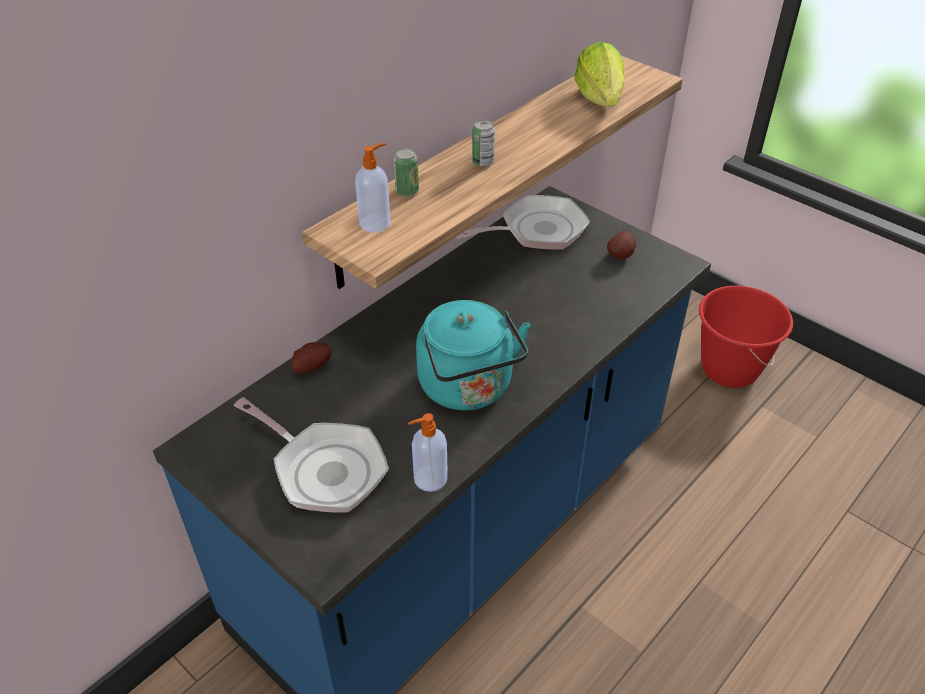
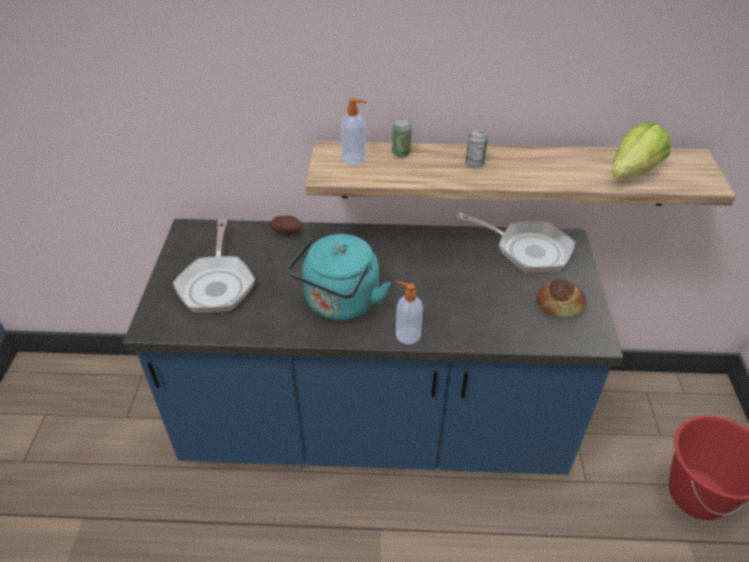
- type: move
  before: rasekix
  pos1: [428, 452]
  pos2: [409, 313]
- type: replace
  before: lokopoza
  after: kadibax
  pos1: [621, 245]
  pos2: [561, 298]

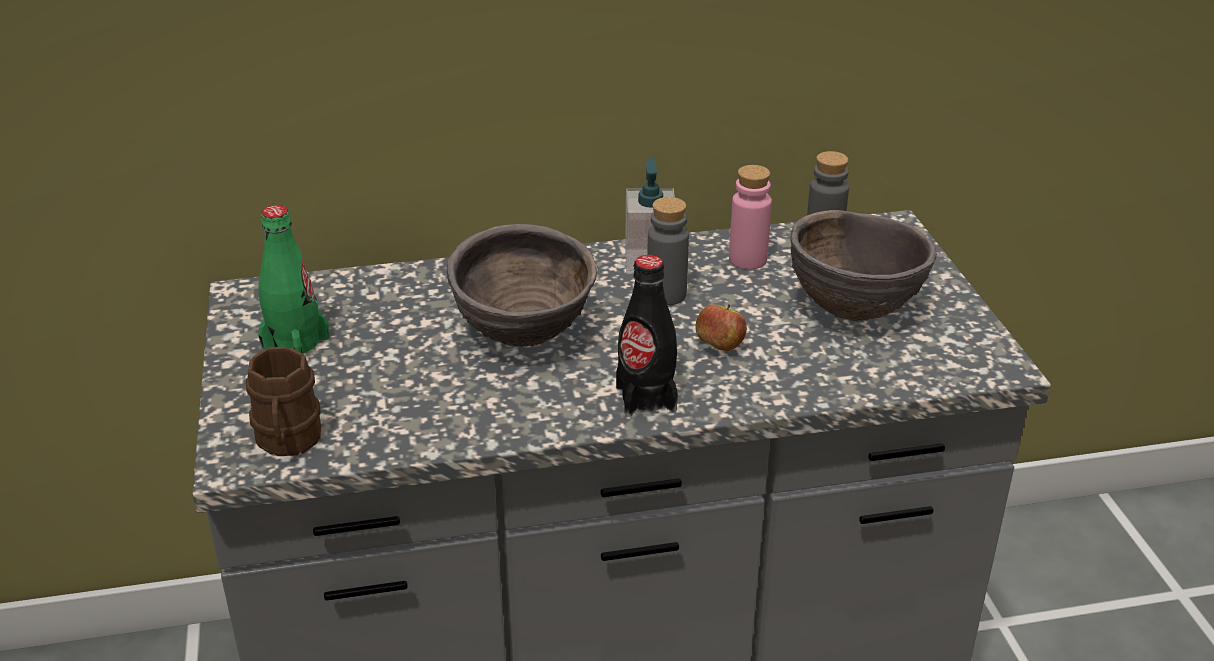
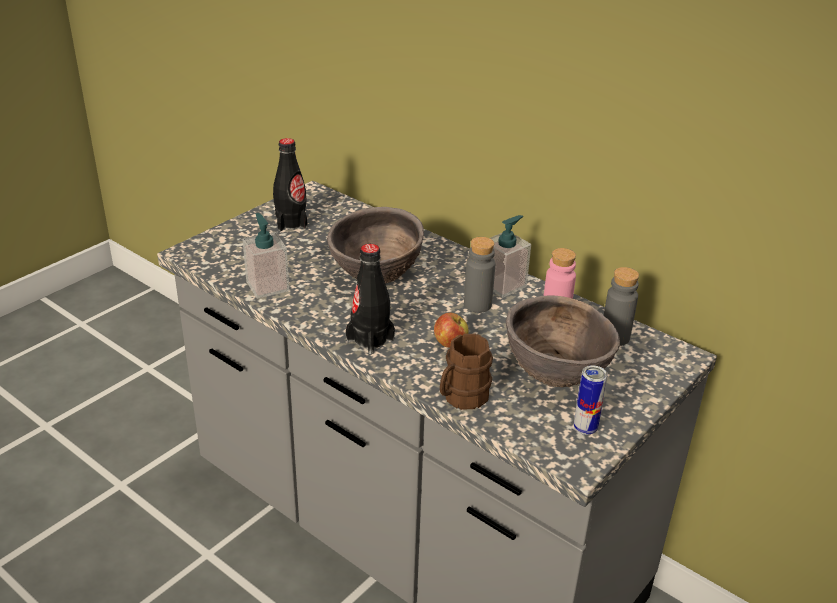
- type: move
  before: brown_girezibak
  pos1: [283, 401]
  pos2: [466, 372]
- type: recolor
  before: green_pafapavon
  after: black_pafapavon
  pos1: [293, 279]
  pos2: [290, 184]
- type: insert
  after: rasekix
  pos2: [265, 256]
- type: insert
  after: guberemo
  pos2: [591, 400]

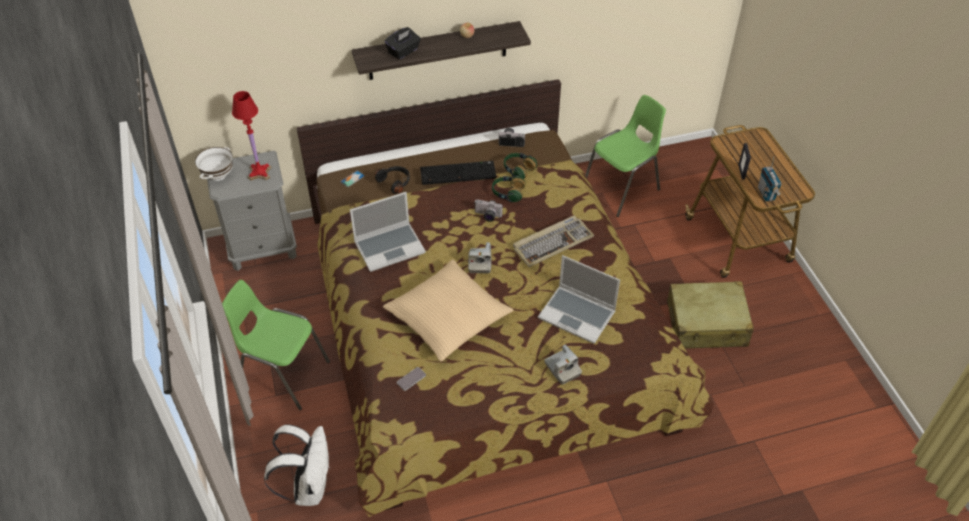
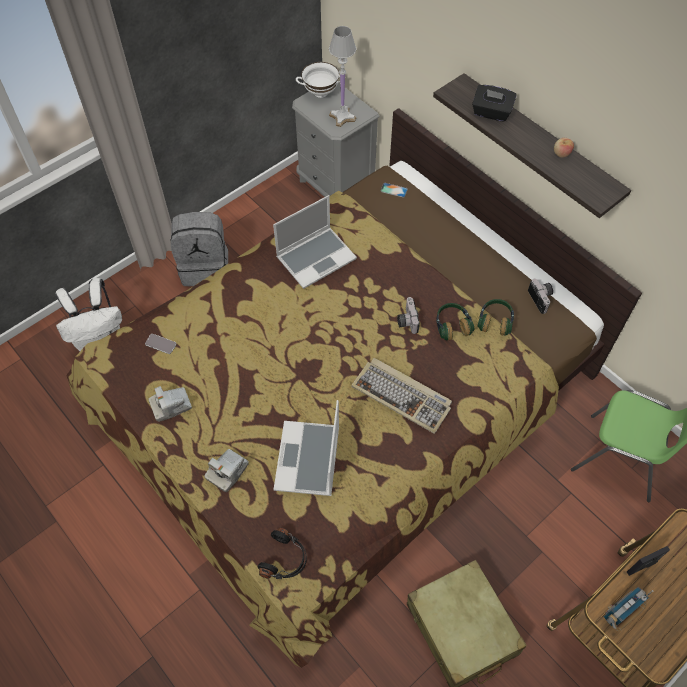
- type: replace
  before: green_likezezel
  after: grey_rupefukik
  pos1: [276, 345]
  pos2: [199, 249]
- type: recolor
  before: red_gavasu
  after: white_gavasu
  pos1: [252, 136]
  pos2: [342, 76]
- type: rotate
  before: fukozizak
  pos1: [388, 232]
  pos2: [315, 242]
  turn: -75
- type: move
  before: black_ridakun
  pos1: [392, 180]
  pos2: [282, 553]
- type: delete
  before: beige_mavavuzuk
  pos1: [448, 310]
- type: delete
  before: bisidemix
  pos1: [458, 173]
- type: move
  before: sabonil
  pos1: [480, 257]
  pos2: [170, 404]

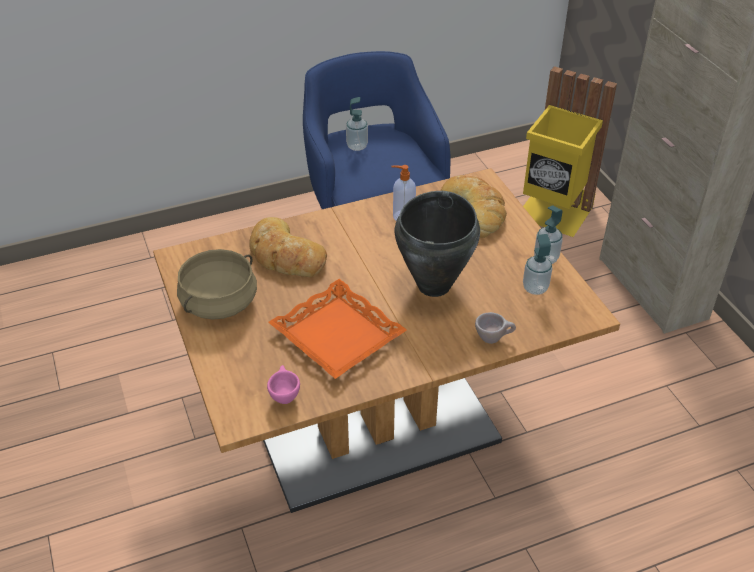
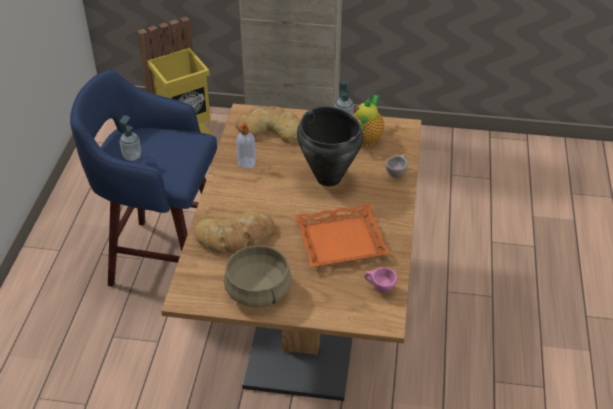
- type: replace
  before: rasekix
  after: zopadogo
  pos1: [537, 264]
  pos2: [368, 120]

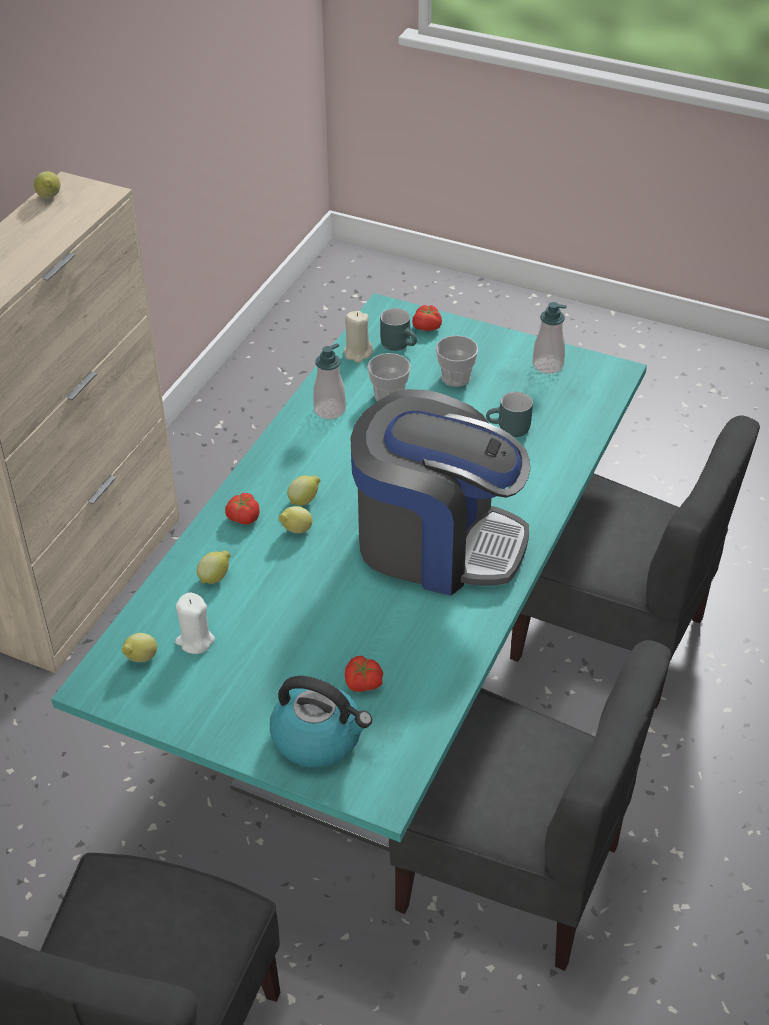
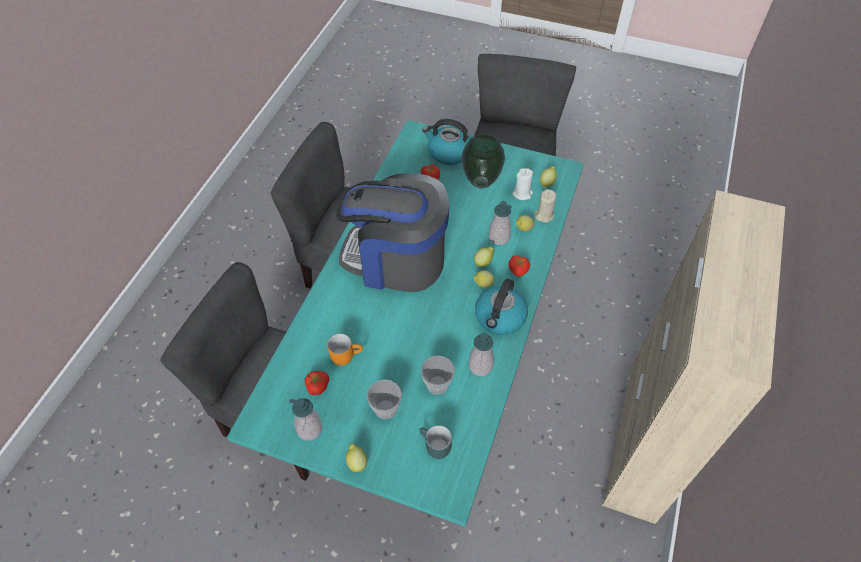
- type: move
  before: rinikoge
  pos1: [47, 184]
  pos2: [356, 457]
- type: move
  before: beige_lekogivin
  pos1: [358, 337]
  pos2: [545, 206]
- type: move
  before: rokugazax
  pos1: [427, 318]
  pos2: [317, 383]
- type: recolor
  before: turquoise_girezibak
  after: orange_girezibak
  pos1: [509, 414]
  pos2: [345, 350]
- type: insert
  after: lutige
  pos2: [483, 161]
- type: insert
  after: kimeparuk
  pos2: [501, 307]
- type: insert
  after: rasekix
  pos2: [500, 223]

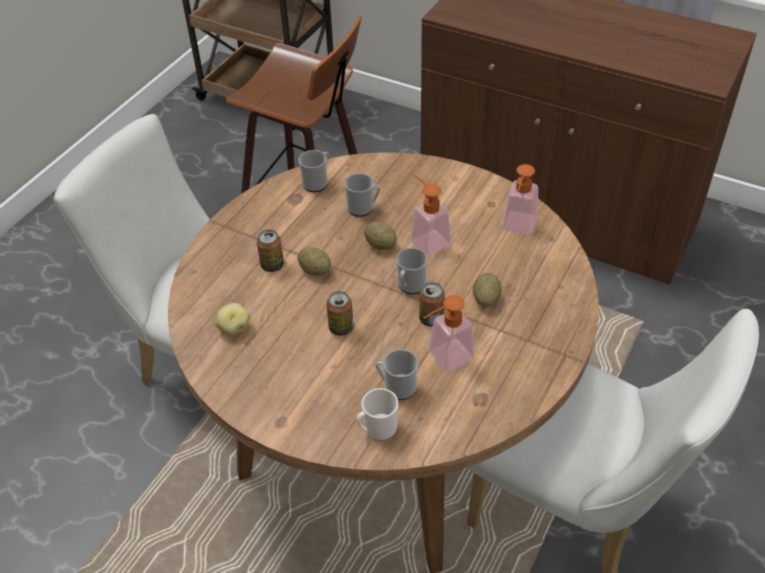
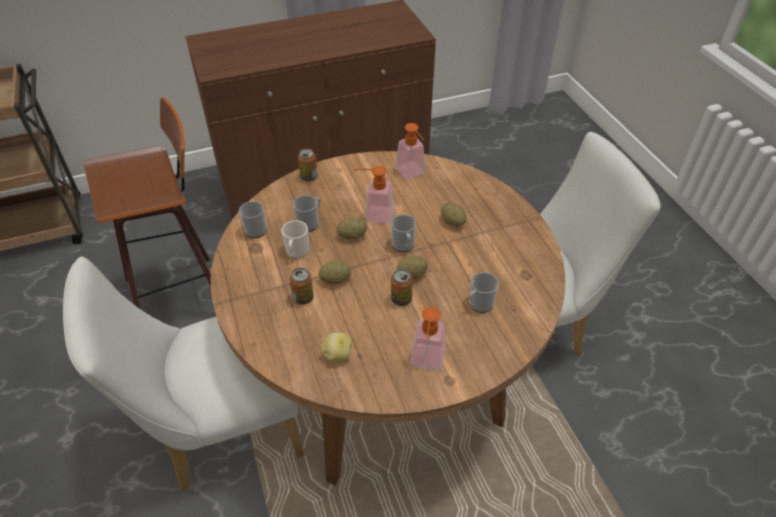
- type: move
  before: girezibak
  pos1: [377, 414]
  pos2: [295, 239]
- type: move
  before: guberemo
  pos1: [432, 304]
  pos2: [308, 165]
- type: move
  before: rasekix
  pos1: [448, 333]
  pos2: [428, 338]
- type: insert
  after: lokopoza
  pos2: [412, 267]

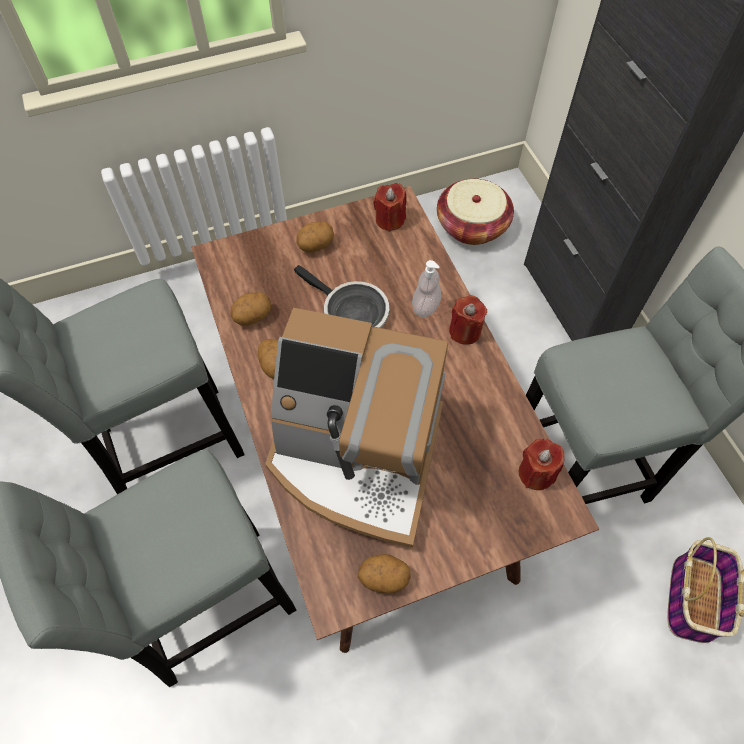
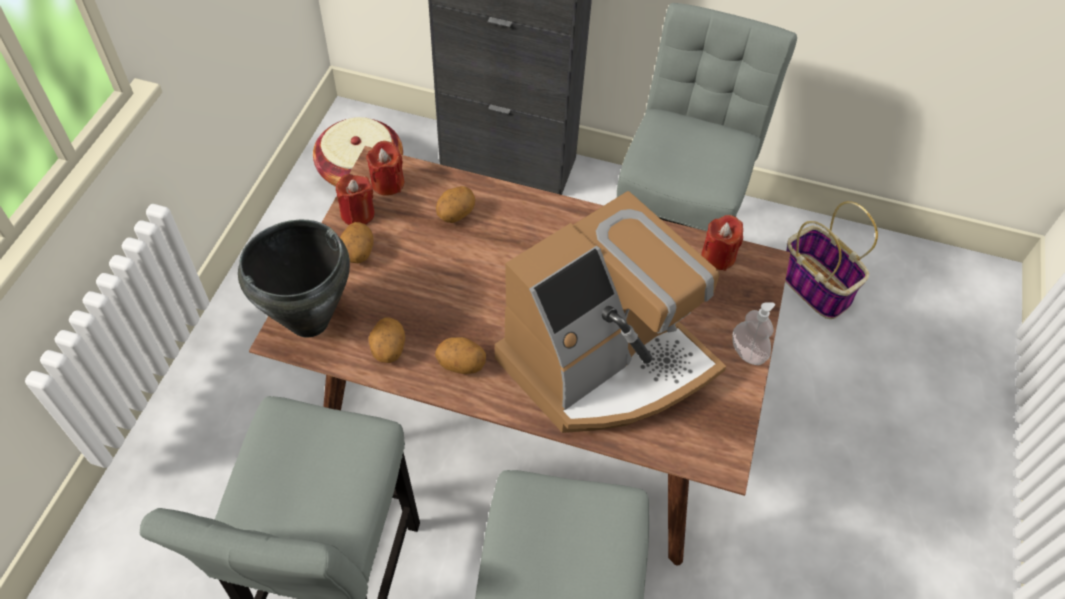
- type: delete
  before: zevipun
  pos1: [341, 296]
- type: move
  before: lokopoza
  pos1: [384, 574]
  pos2: [455, 204]
- type: move
  before: rasekix
  pos1: [426, 288]
  pos2: [754, 333]
- type: move
  before: red_lekogivin
  pos1: [468, 320]
  pos2: [355, 199]
- type: insert
  after: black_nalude
  pos2: [294, 278]

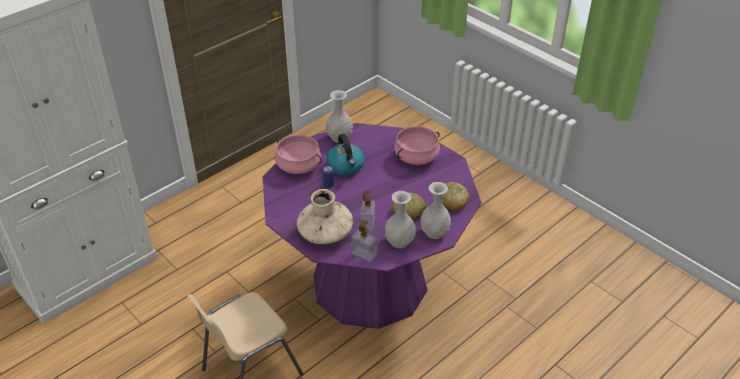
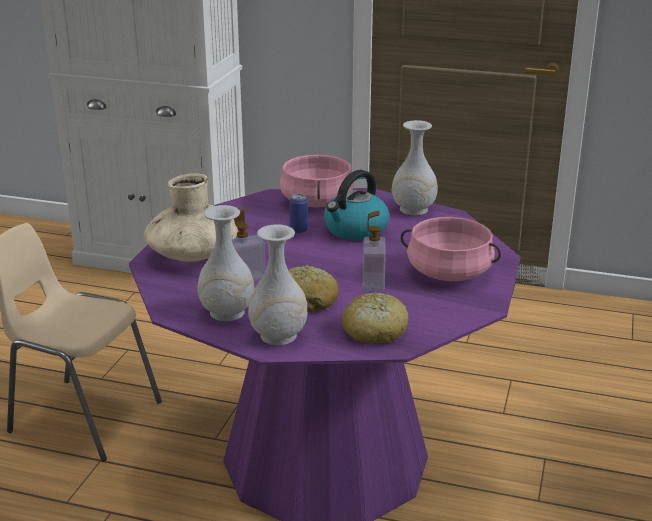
- type: move
  before: rasekix
  pos1: [364, 241]
  pos2: [374, 251]

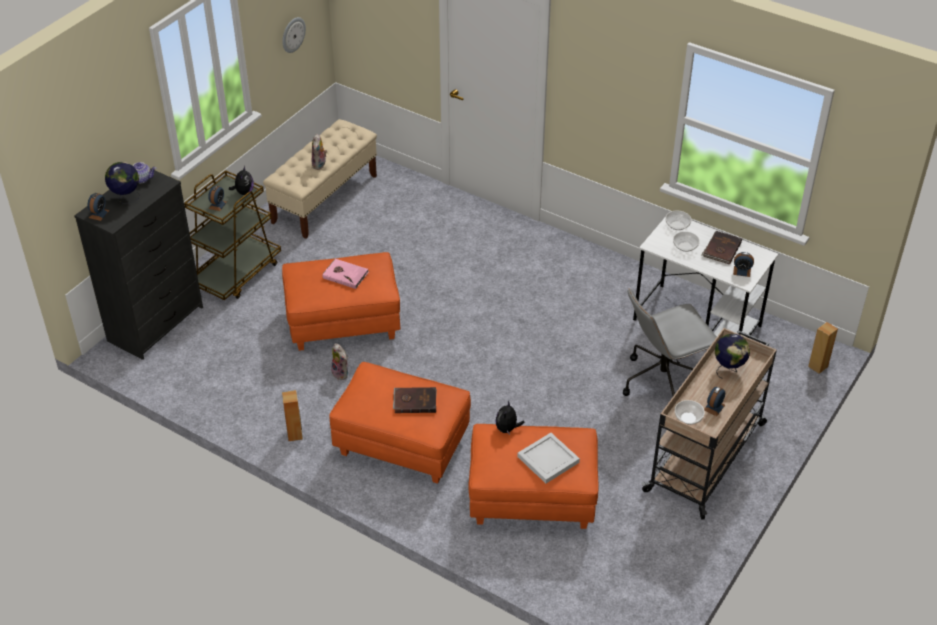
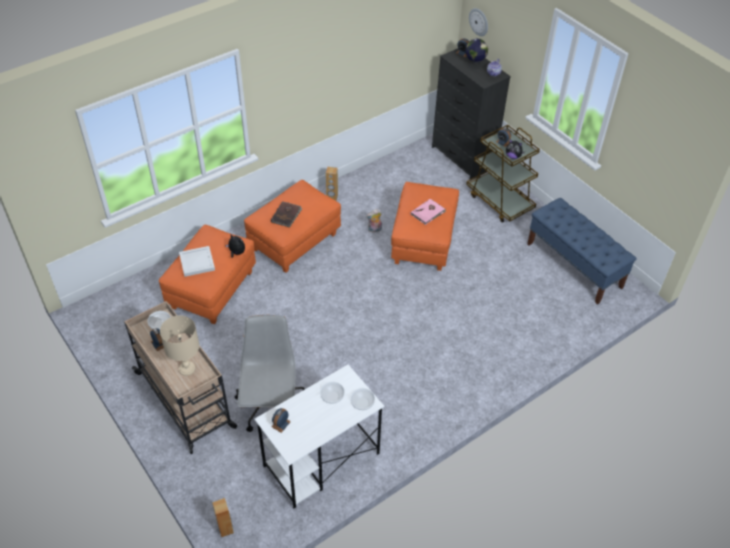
- type: recolor
  before: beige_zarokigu
  after: blue_zarokigu
  pos1: [320, 179]
  pos2: [582, 251]
- type: move
  before: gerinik
  pos1: [294, 35]
  pos2: [478, 22]
- type: delete
  before: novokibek
  pos1: [319, 152]
- type: delete
  before: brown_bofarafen
  pos1: [721, 248]
- type: replace
  before: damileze
  after: beige_gavasu
  pos1: [732, 356]
  pos2: [179, 345]

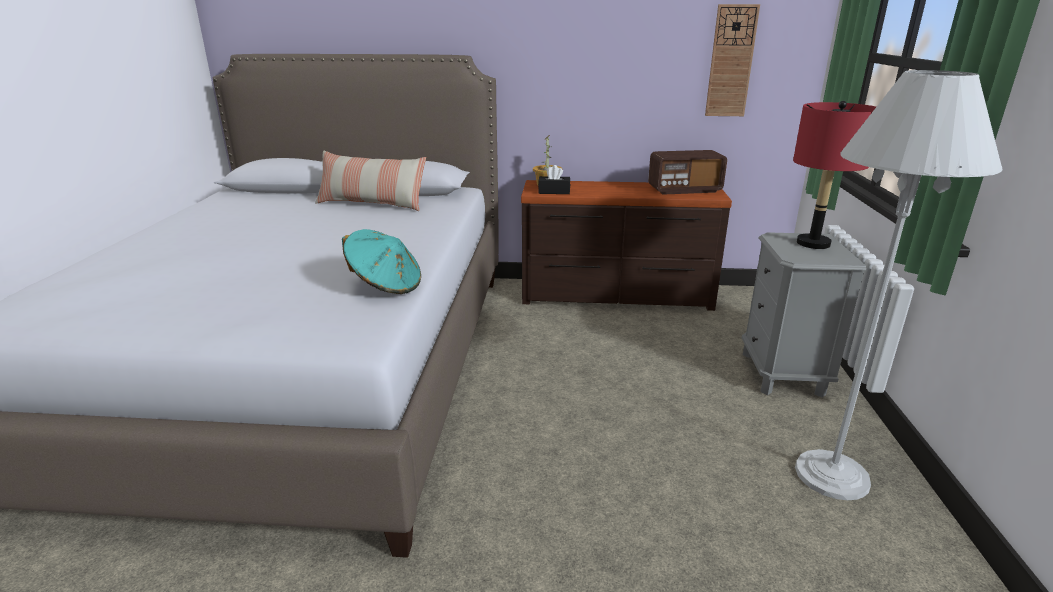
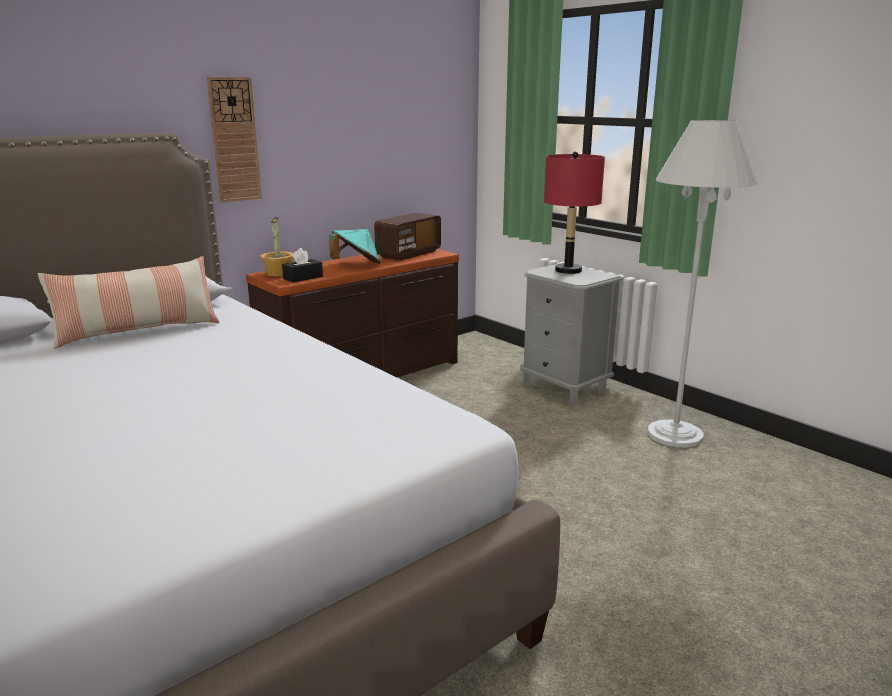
- type: move
  before: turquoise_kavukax
  pos1: [381, 261]
  pos2: [355, 246]
- type: move
  before: gerinik
  pos1: [732, 60]
  pos2: [234, 139]

